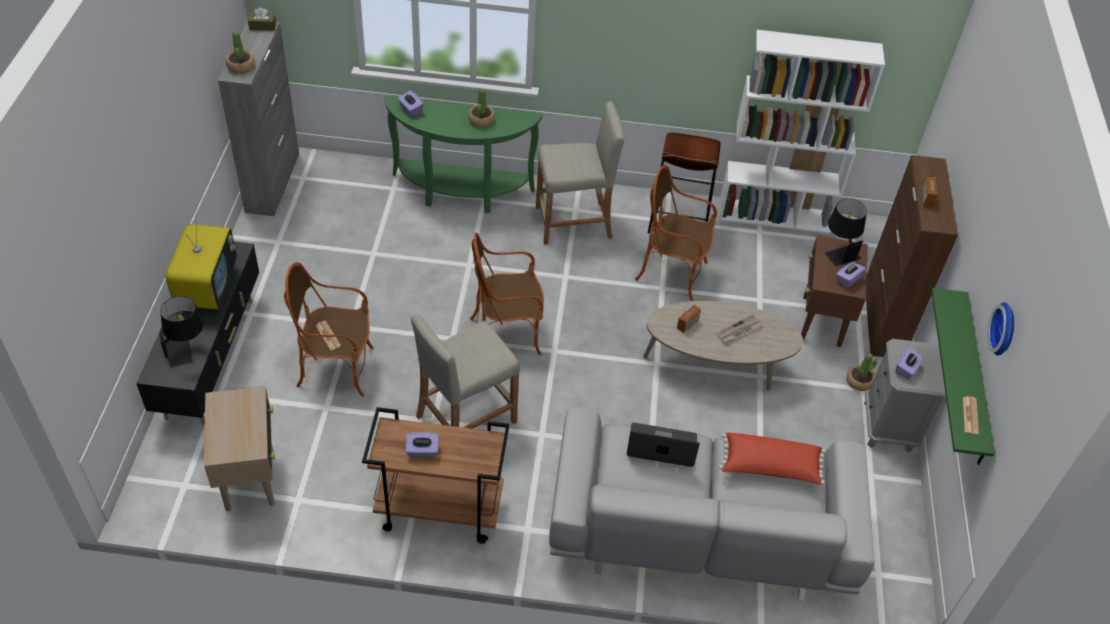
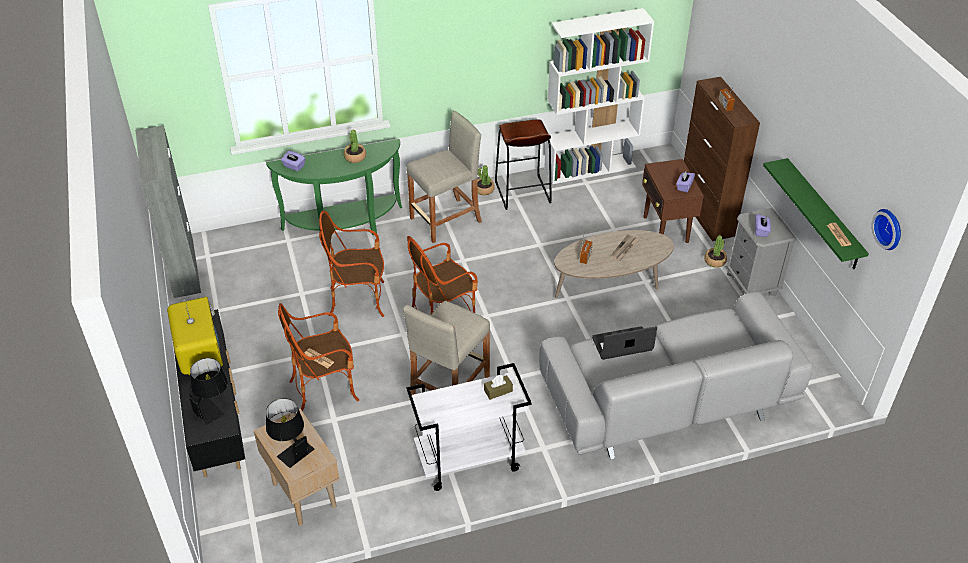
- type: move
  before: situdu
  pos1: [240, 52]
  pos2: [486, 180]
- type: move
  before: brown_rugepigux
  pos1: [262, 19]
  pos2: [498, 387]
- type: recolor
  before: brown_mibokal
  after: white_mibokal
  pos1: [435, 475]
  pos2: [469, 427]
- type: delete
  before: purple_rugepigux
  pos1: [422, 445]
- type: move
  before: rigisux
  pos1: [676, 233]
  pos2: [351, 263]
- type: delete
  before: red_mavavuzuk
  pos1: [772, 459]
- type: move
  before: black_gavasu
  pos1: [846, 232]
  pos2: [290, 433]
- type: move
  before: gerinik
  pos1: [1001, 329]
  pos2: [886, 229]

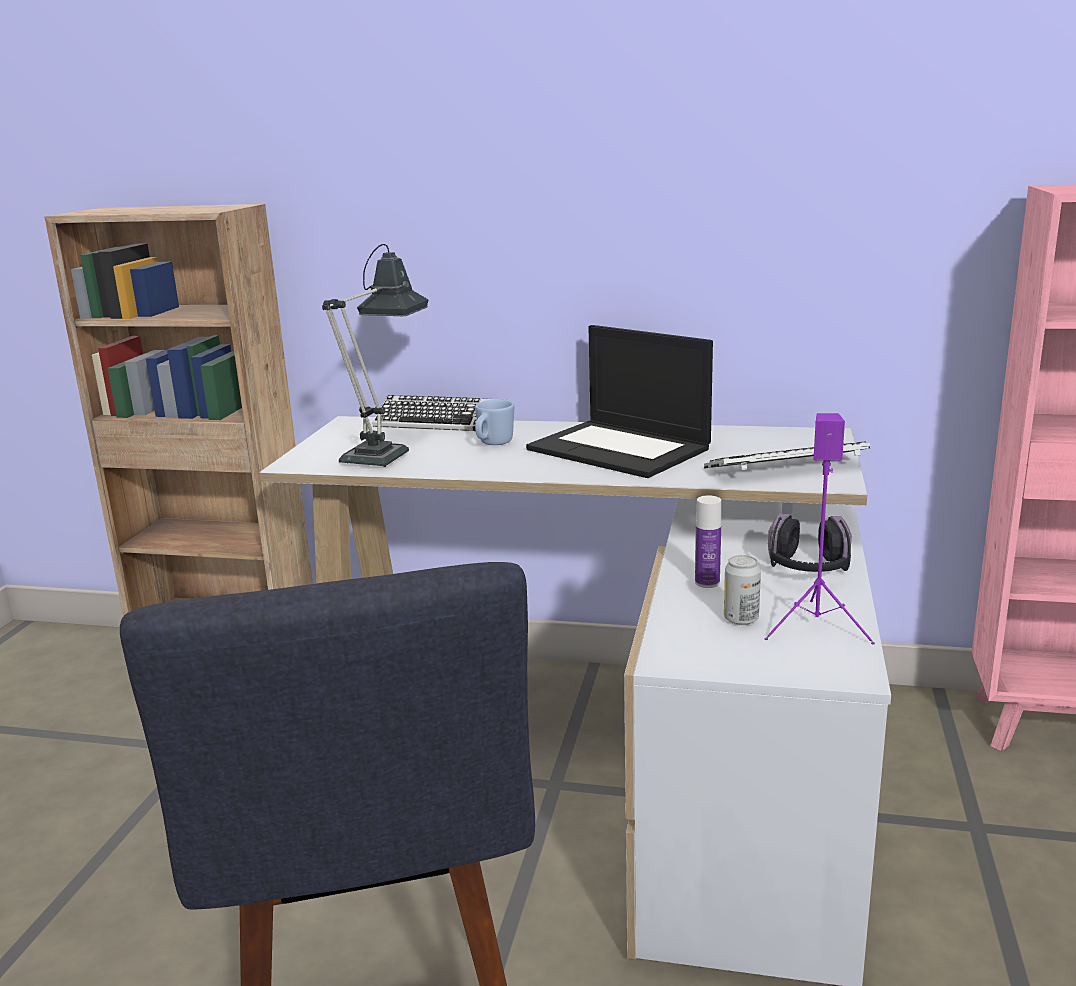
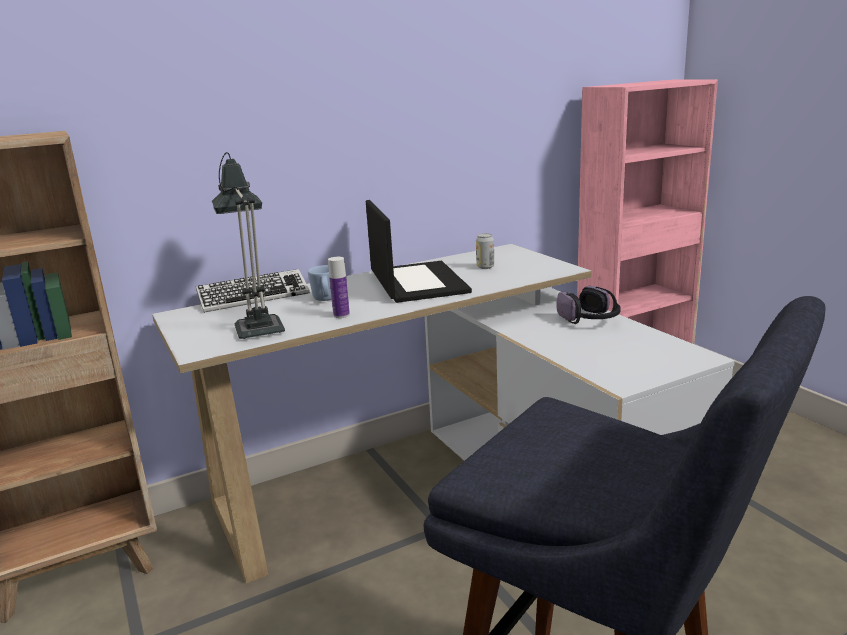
- type: rotate
  before: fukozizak
  pos1: [619, 401]
  pos2: [419, 251]
  turn: -105
- type: move
  before: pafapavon
  pos1: [708, 541]
  pos2: [339, 287]
- type: delete
  before: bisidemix
  pos1: [787, 455]
- type: move
  before: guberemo
  pos1: [742, 590]
  pos2: [485, 251]
- type: delete
  before: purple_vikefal
  pos1: [820, 529]

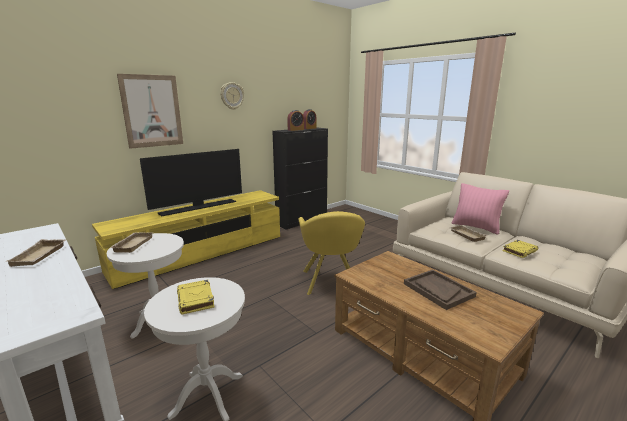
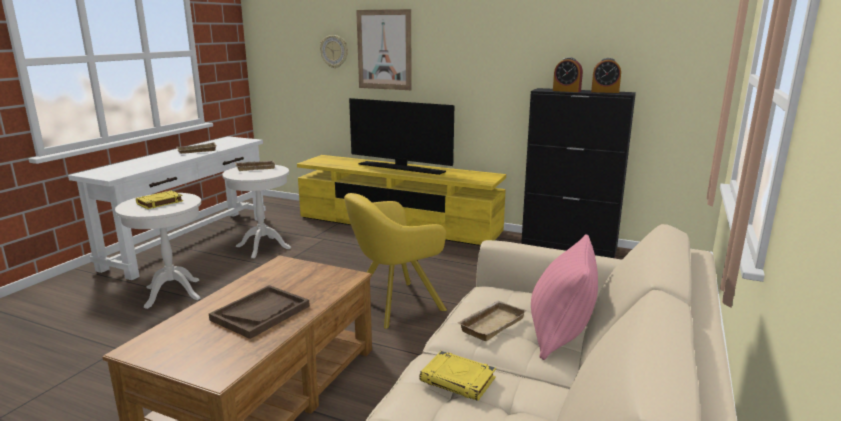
- type: move
  before: gerinik
  pos1: [232, 96]
  pos2: [334, 51]

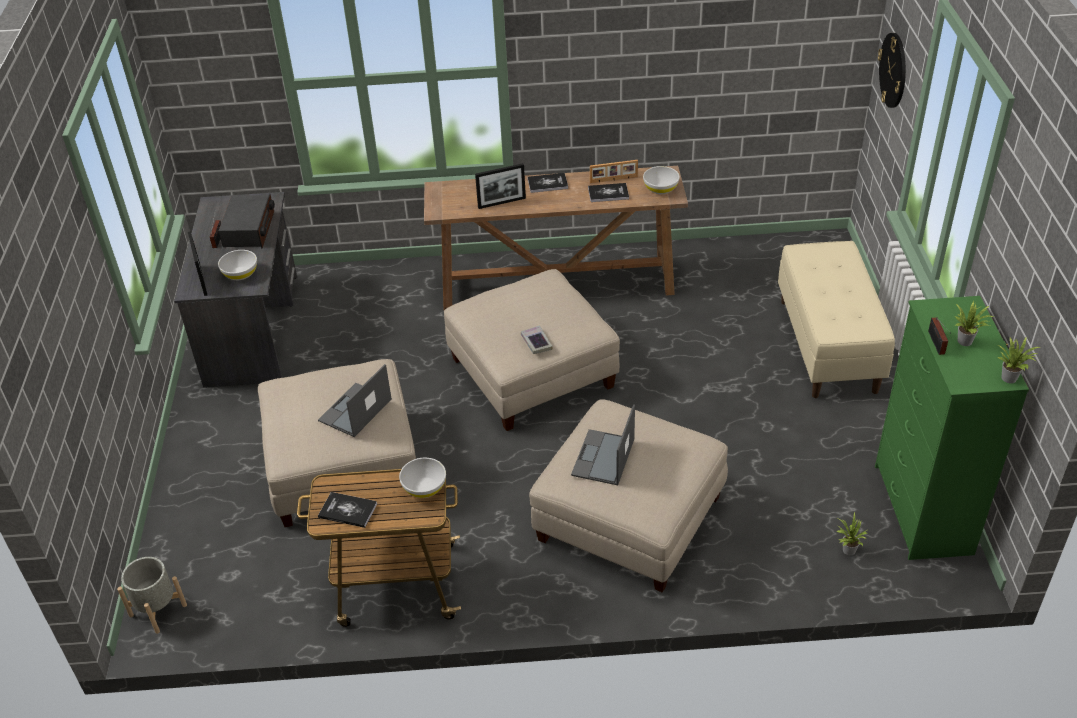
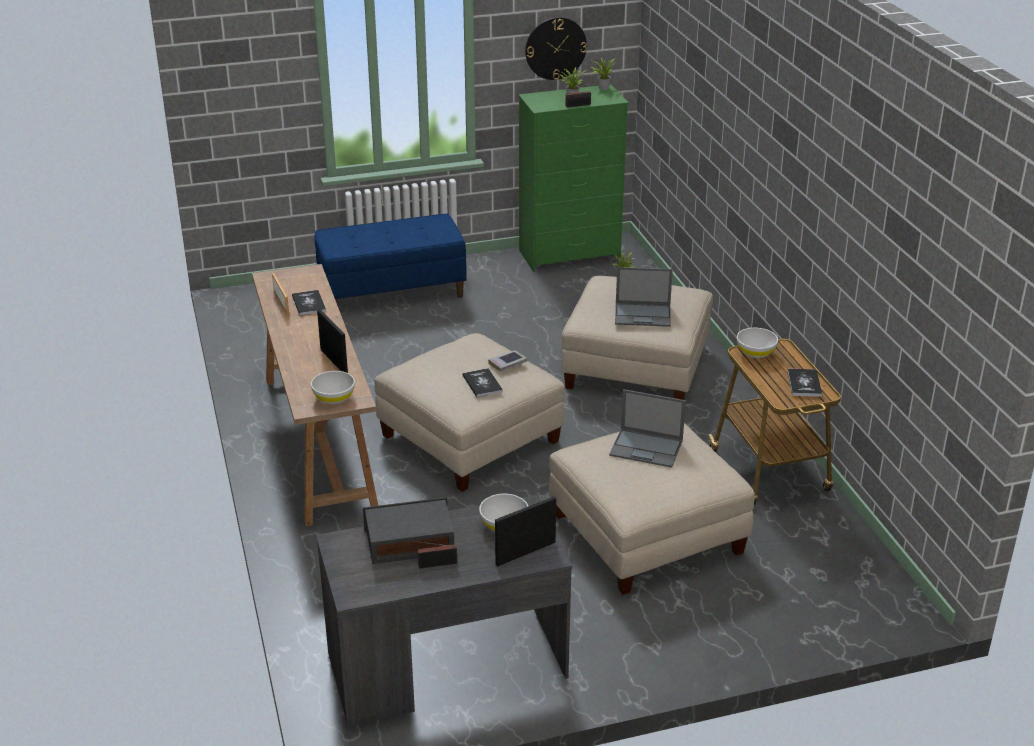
- type: delete
  before: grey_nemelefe
  pos1: [152, 595]
- type: move
  before: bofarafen
  pos1: [547, 183]
  pos2: [483, 383]
- type: move
  before: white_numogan
  pos1: [661, 180]
  pos2: [333, 387]
- type: recolor
  before: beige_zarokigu
  after: blue_zarokigu
  pos1: [836, 319]
  pos2: [390, 260]
- type: move
  before: gerinik
  pos1: [892, 70]
  pos2: [556, 48]

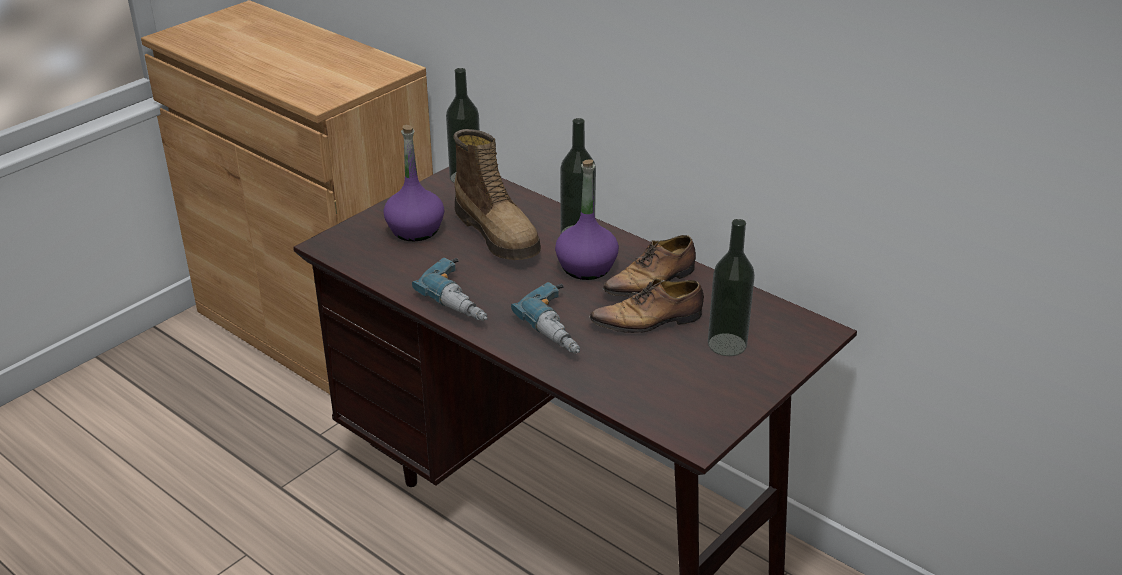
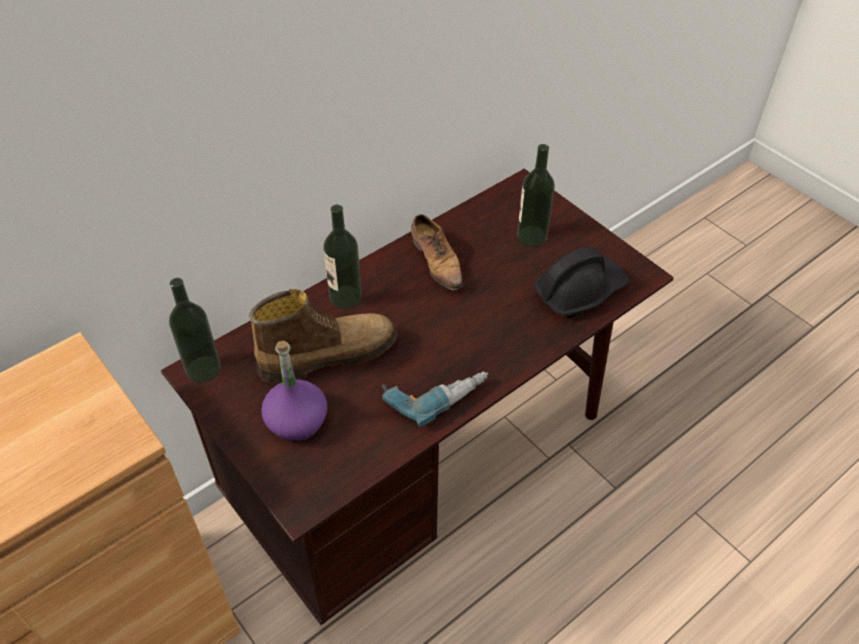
- type: delete
  before: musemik
  pos1: [545, 318]
- type: delete
  before: purple_pafapavon
  pos1: [587, 219]
- type: delete
  before: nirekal
  pos1: [646, 305]
- type: insert
  after: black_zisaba
  pos2: [581, 282]

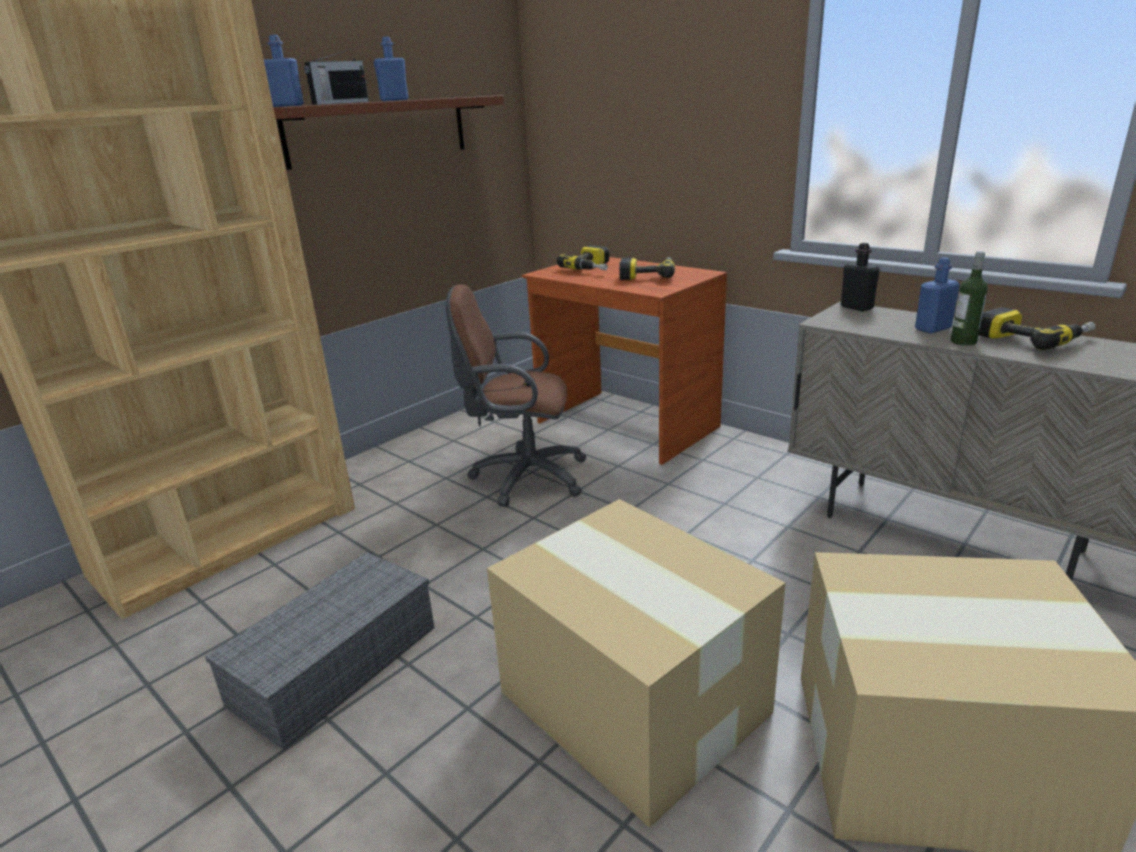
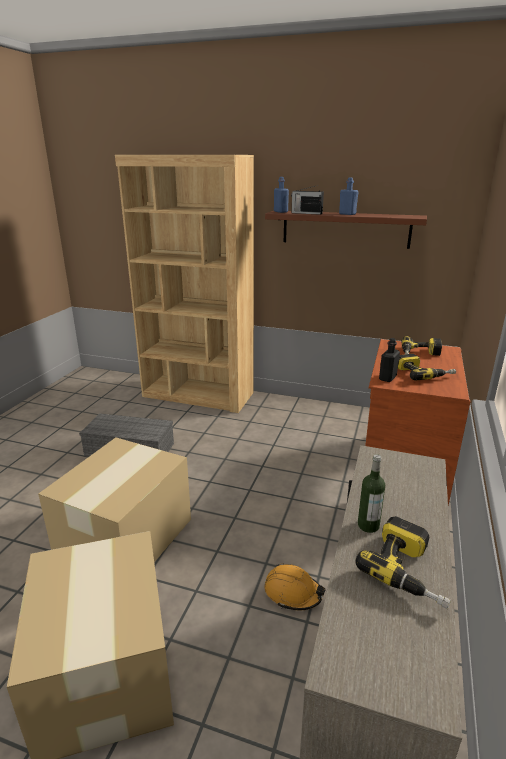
- type: delete
  before: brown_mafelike
  pos1: [516, 396]
- type: move
  before: black_pafapavon
  pos1: [860, 277]
  pos2: [389, 360]
- type: delete
  before: blue_pafapavon
  pos1: [937, 295]
- type: insert
  after: orange_zisaba
  pos2: [295, 586]

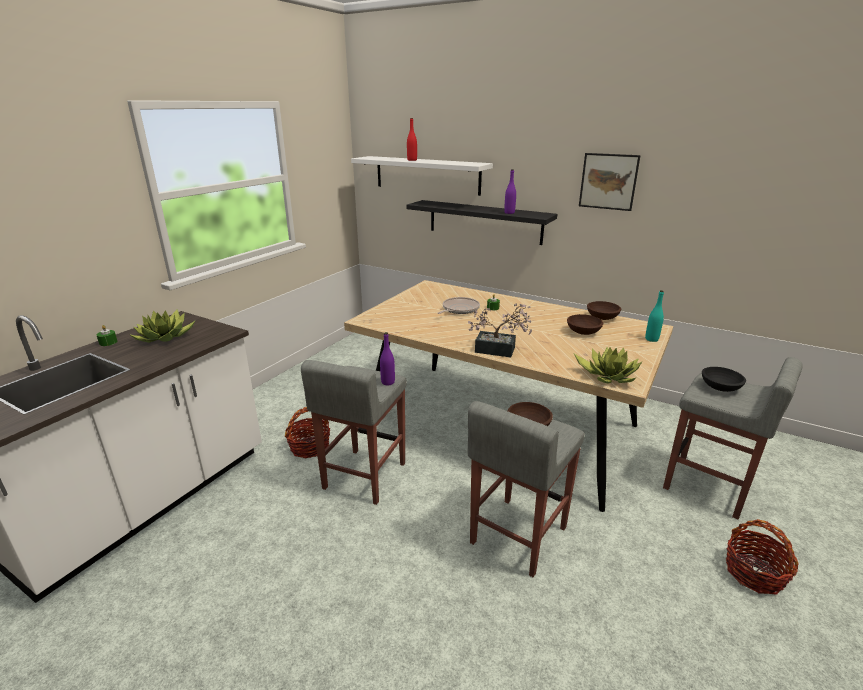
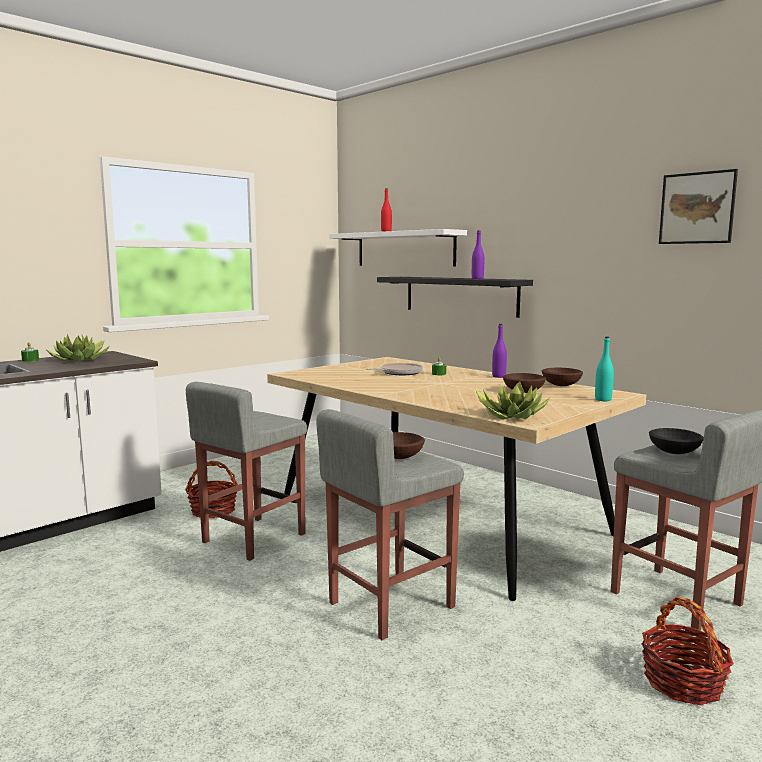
- type: move
  before: purple_pafapavon
  pos1: [387, 359]
  pos2: [499, 351]
- type: delete
  before: situdu
  pos1: [500, 330]
- type: move
  before: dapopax
  pos1: [610, 182]
  pos2: [698, 206]

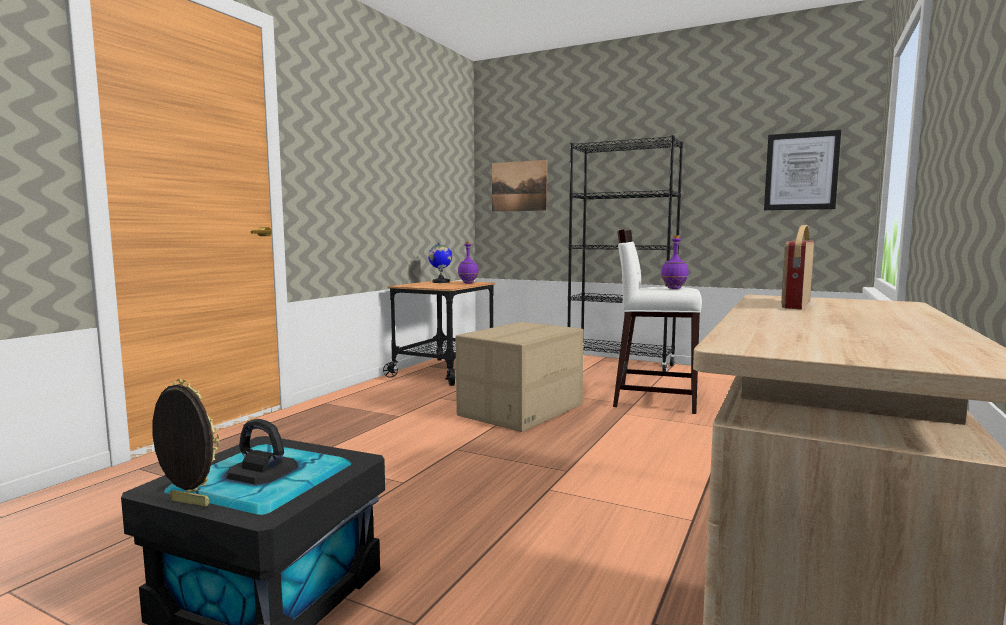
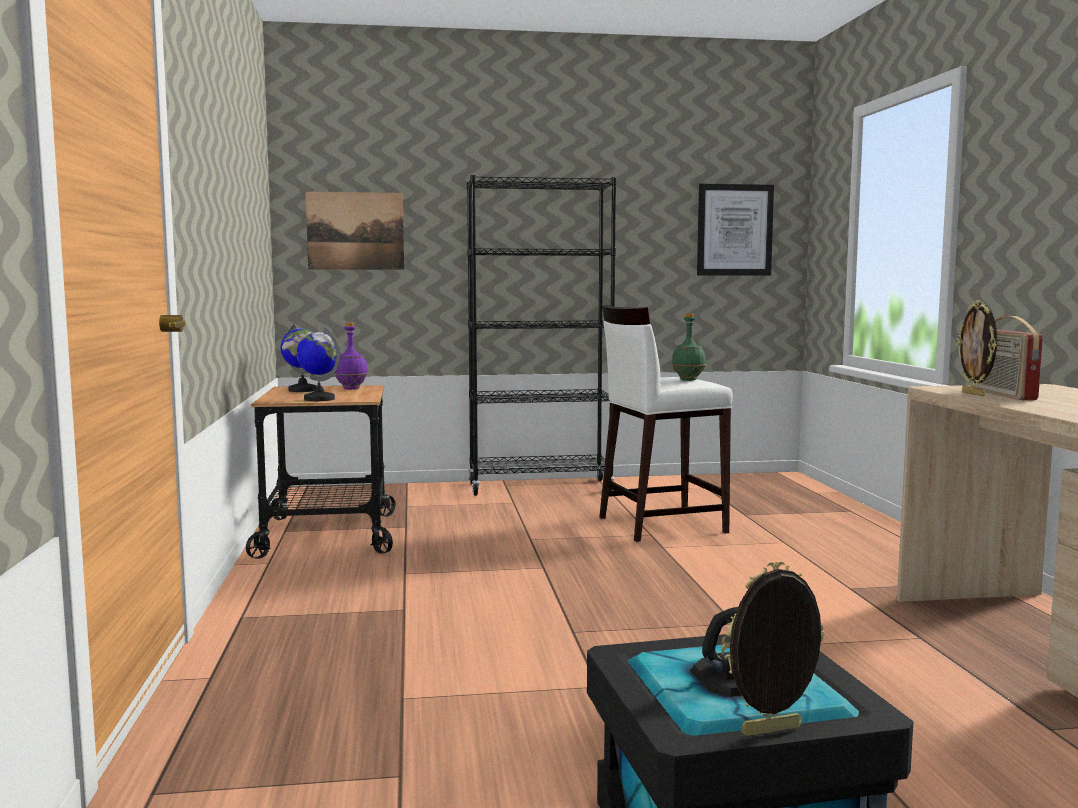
- type: delete
  before: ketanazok
  pos1: [519, 377]
- type: recolor
  before: purple_pafapavon
  after: green_pafapavon
  pos1: [675, 262]
  pos2: [689, 347]
- type: insert
  after: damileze
  pos2: [318, 364]
- type: insert
  after: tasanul
  pos2: [977, 348]

